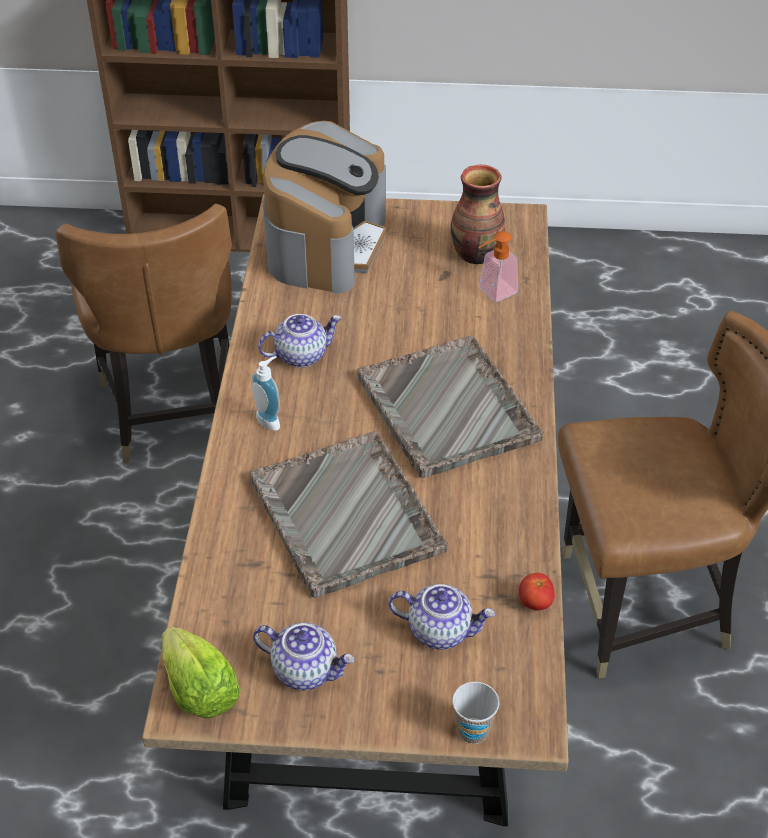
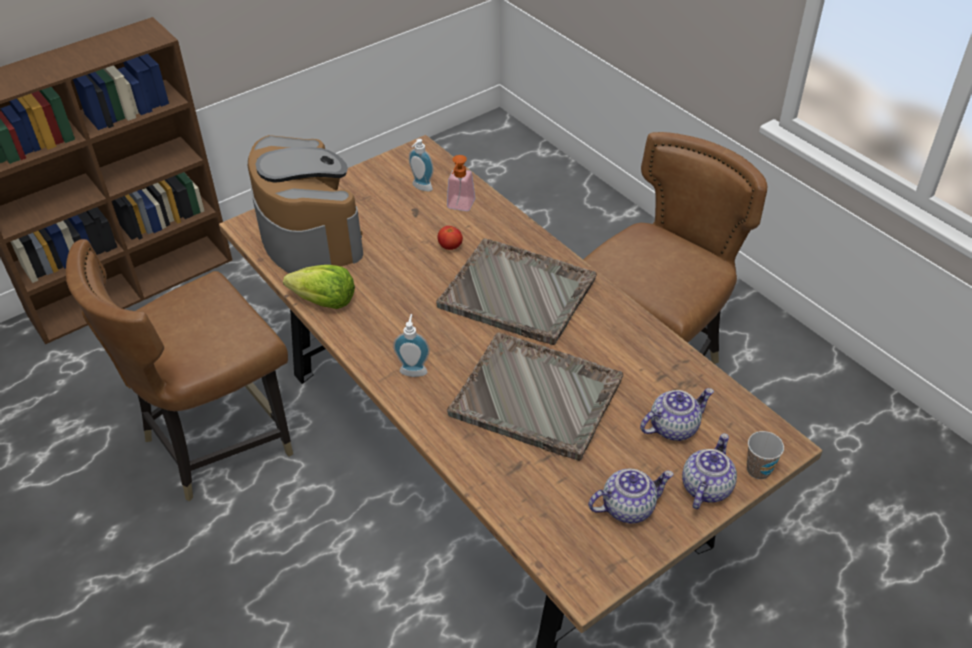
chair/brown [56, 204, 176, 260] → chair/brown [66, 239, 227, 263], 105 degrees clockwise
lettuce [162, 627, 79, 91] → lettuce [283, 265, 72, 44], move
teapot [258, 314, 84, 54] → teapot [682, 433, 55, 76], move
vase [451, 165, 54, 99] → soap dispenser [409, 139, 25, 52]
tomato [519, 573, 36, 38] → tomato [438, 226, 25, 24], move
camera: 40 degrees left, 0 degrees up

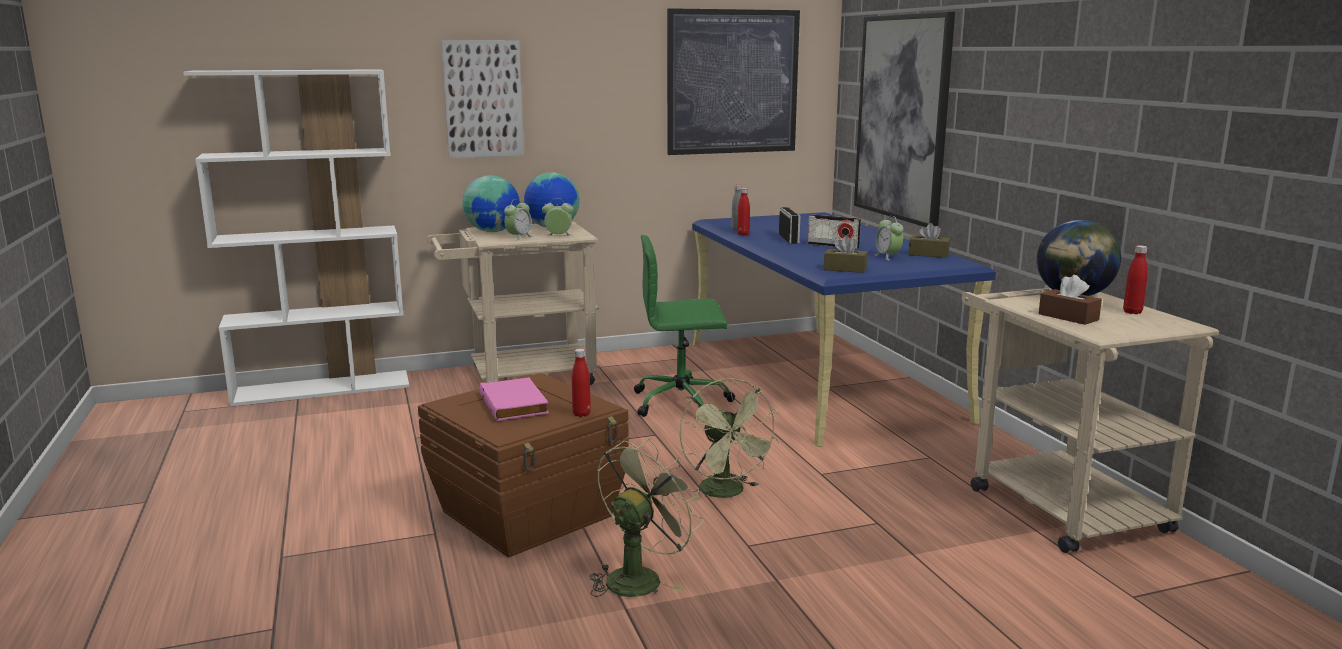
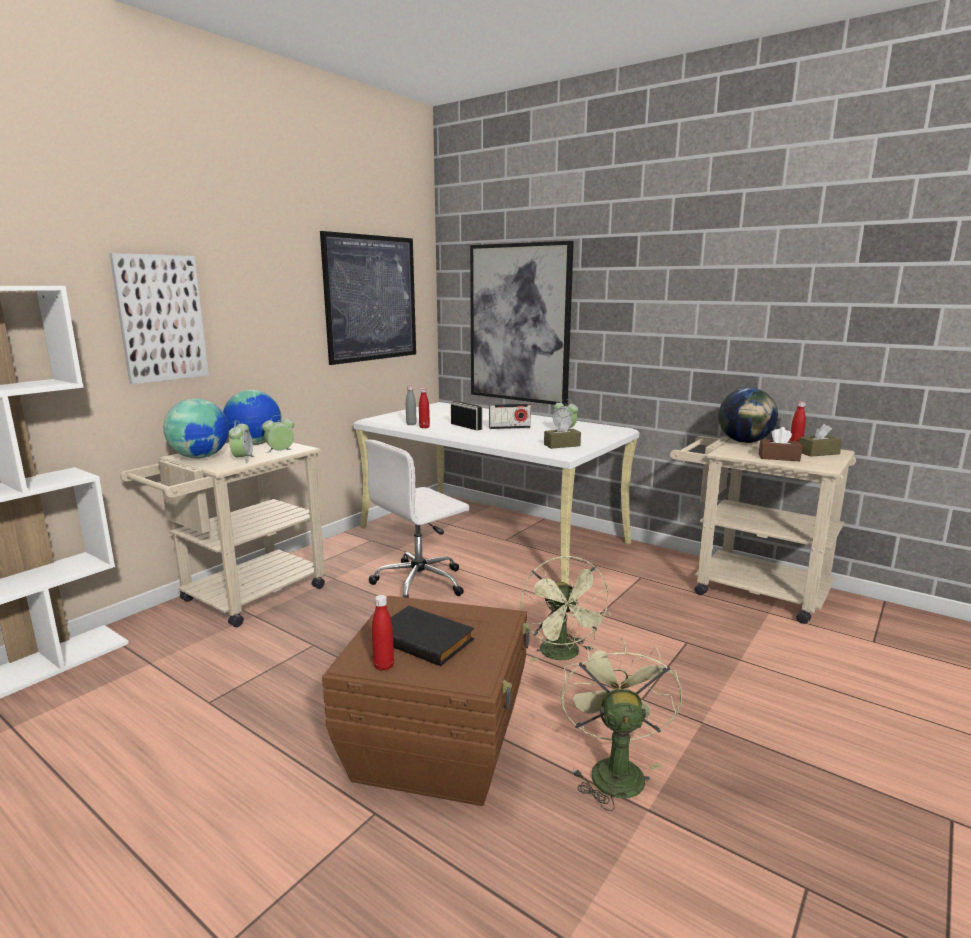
book/pink [479, 377, 70, 44] → book/black [390, 606, 84, 60]
bottle/red [572, 349, 19, 68] → bottle/red [372, 595, 22, 76], move
office chair/green [634, 235, 101, 182] → office chair/white [365, 439, 104, 159]
fan/green [679, 378, 100, 124] → fan/green [520, 556, 92, 106], 45 degrees clockwise
desk/blue [692, 212, 304, 235] → desk/white [353, 402, 286, 183]
tissue box/brown [908, 223, 42, 35] → tissue box/brown [799, 424, 43, 33], move
camera: 35 degrees left, 0 degrees up

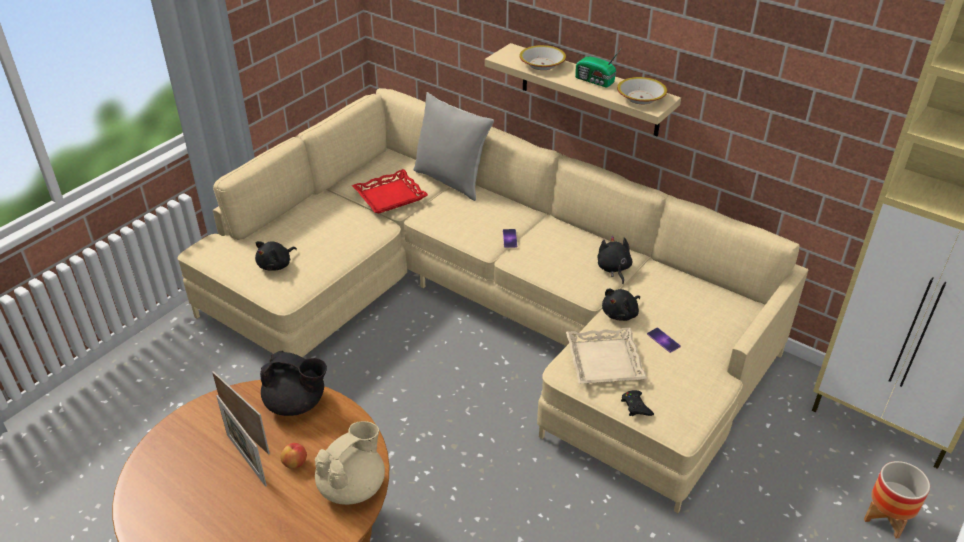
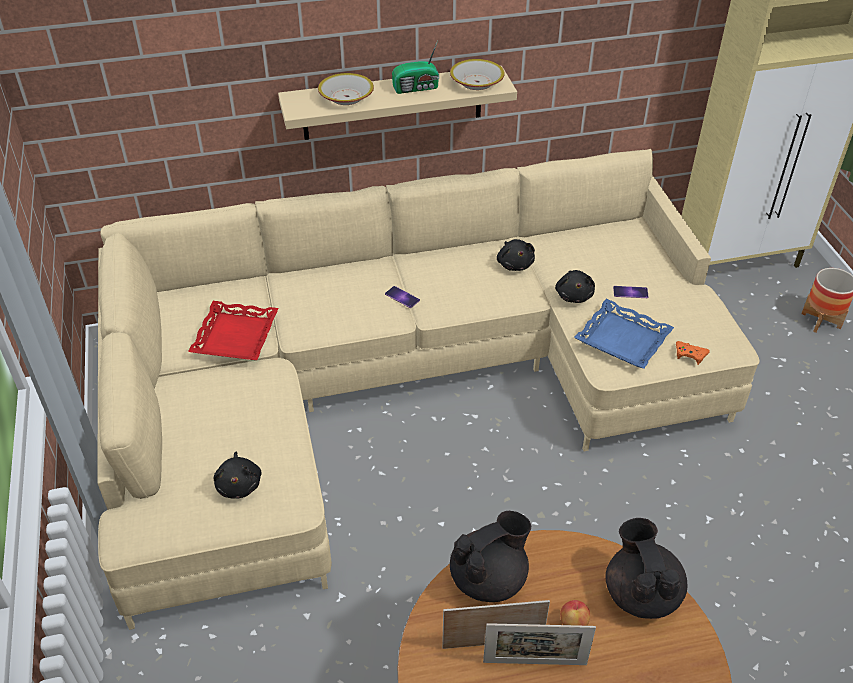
teapot/beige [315, 421, 70, 84] → teapot/black [605, 518, 82, 101]
pillow/grey [413, 92, 81, 109] → -
tray/beige [566, 327, 81, 57] → tray/blue [574, 299, 100, 70]
plush toy/black [598, 236, 34, 48] → plush toy/black [497, 239, 38, 32], 135 degrees counterclockwise
game controller/black [621, 390, 33, 26] → game controller/orange [676, 341, 34, 24]
camera: 50 degrees left, 5 degrees up

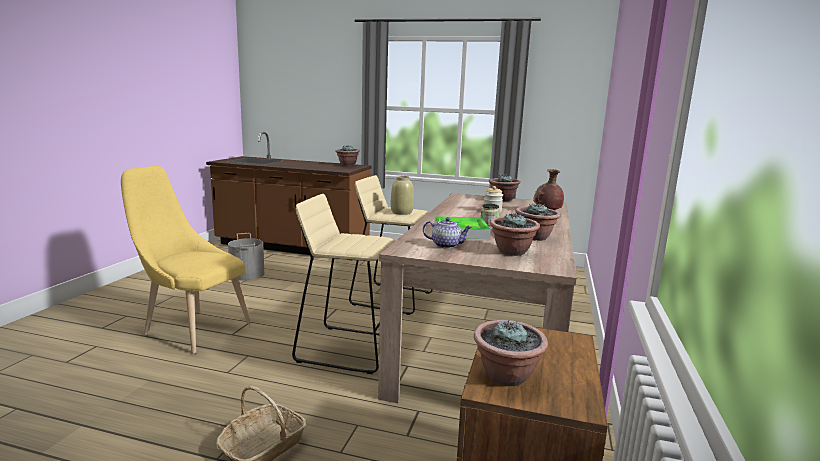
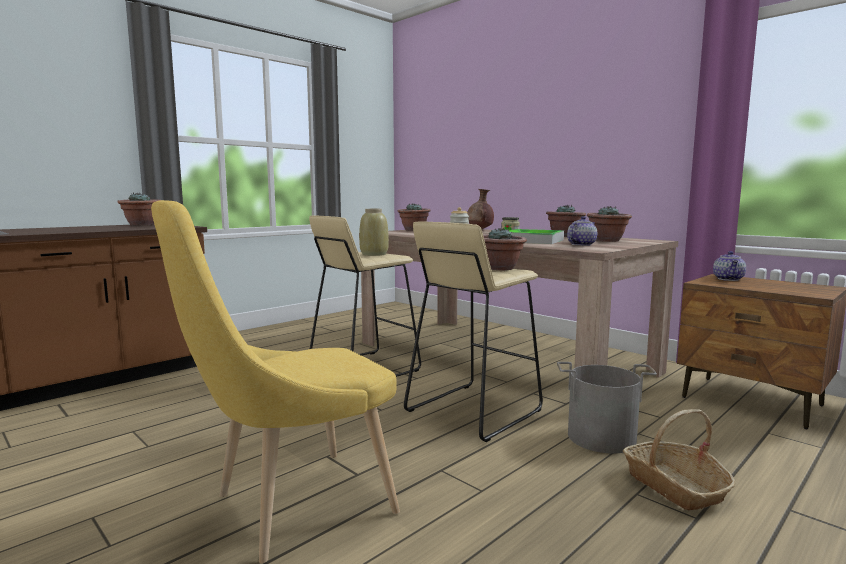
bucket/grey [228, 233, 36, 47] → bucket/grey [557, 362, 100, 92], move
potted plant [474, 320, 74, 66] → potted plant [483, 228, 44, 42], move
- → teapot [713, 251, 33, 30]
camera: 60 degrees left, 5 degrees down

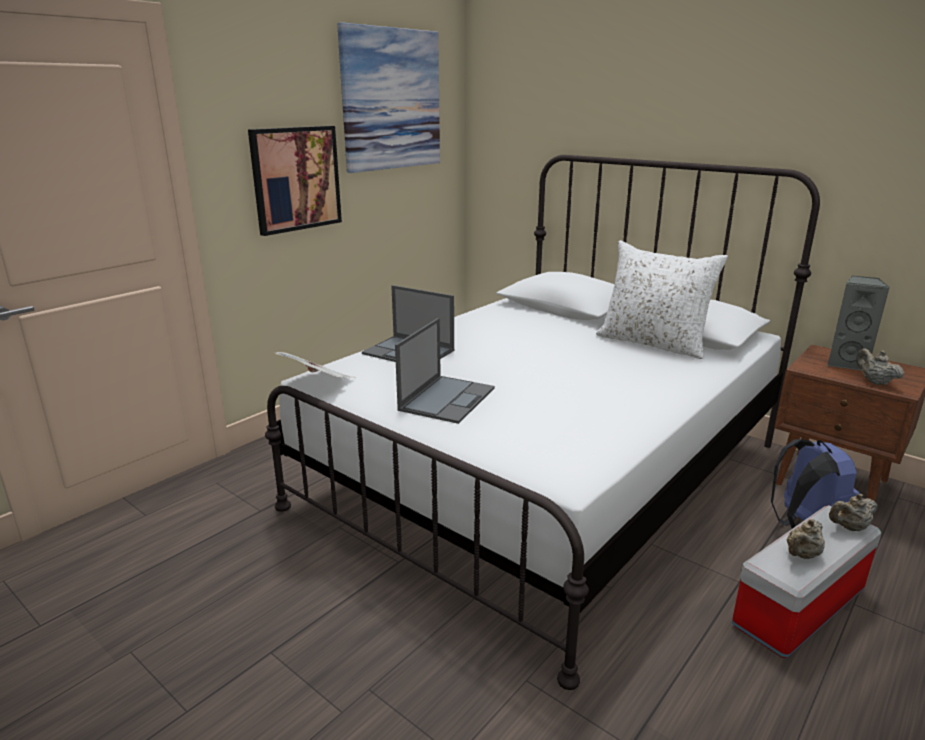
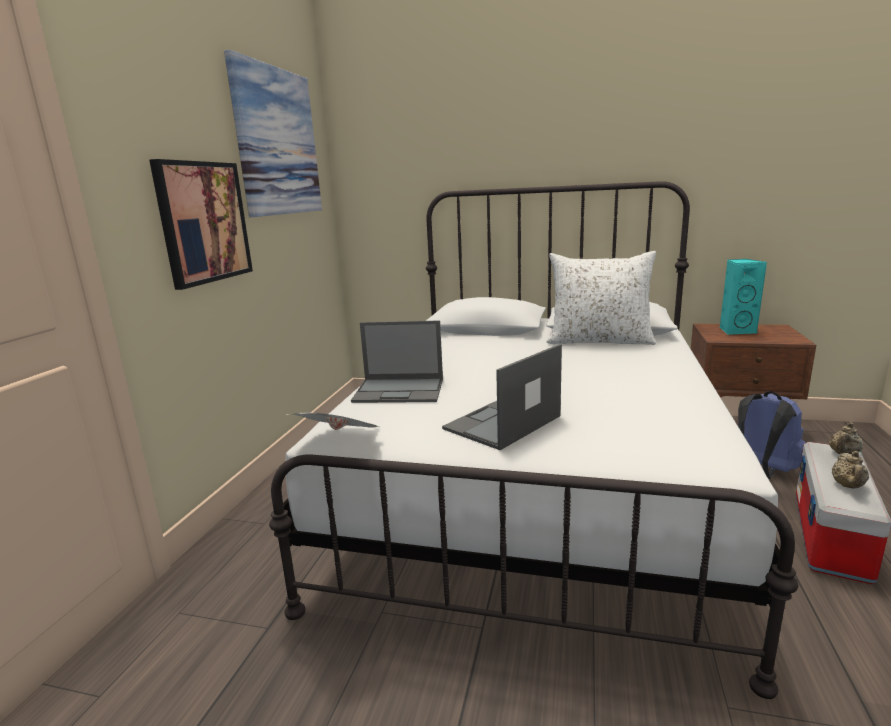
laptop [395, 318, 100, 106] → laptop [442, 344, 120, 106], 135 degrees counterclockwise
speaker/grey [827, 276, 63, 95] → speaker/turquoise [720, 259, 47, 76]
teapot/beige [856, 348, 48, 37] → -
camera: 25 degrees left, 5 degrees down

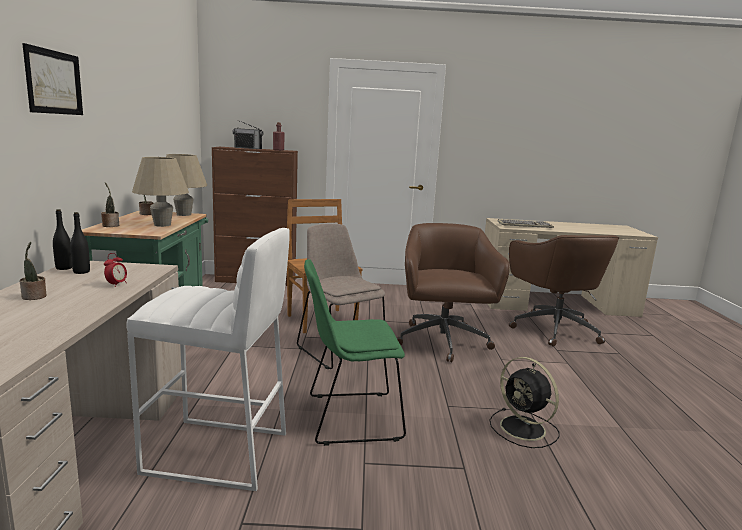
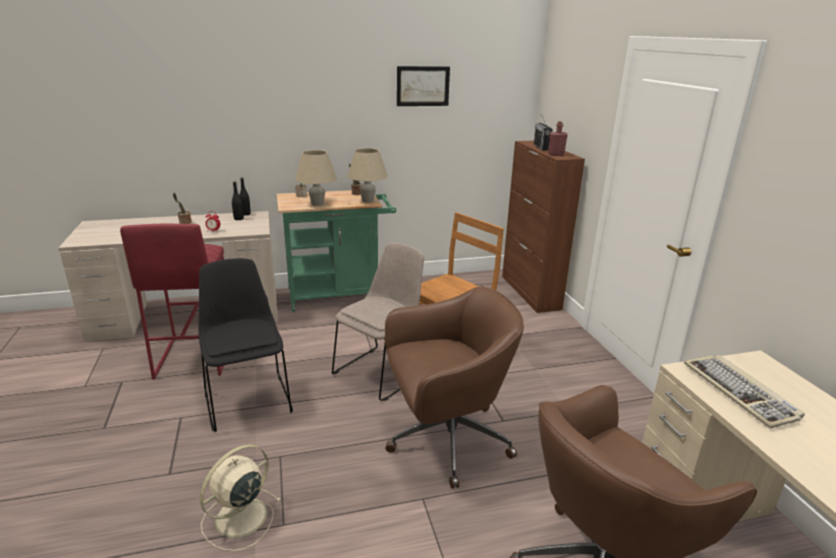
picture [22, 43, 61, 72] → picture [397, 66, 53, 40], move
stool/white [126, 228, 163, 263] → stool/red [120, 224, 104, 155]
chair/green [304, 259, 102, 187] → chair/black [198, 258, 95, 174]
fan/black [489, 357, 71, 91] → fan/beige [200, 445, 81, 106]
camera: 75 degrees right, 10 degrees up

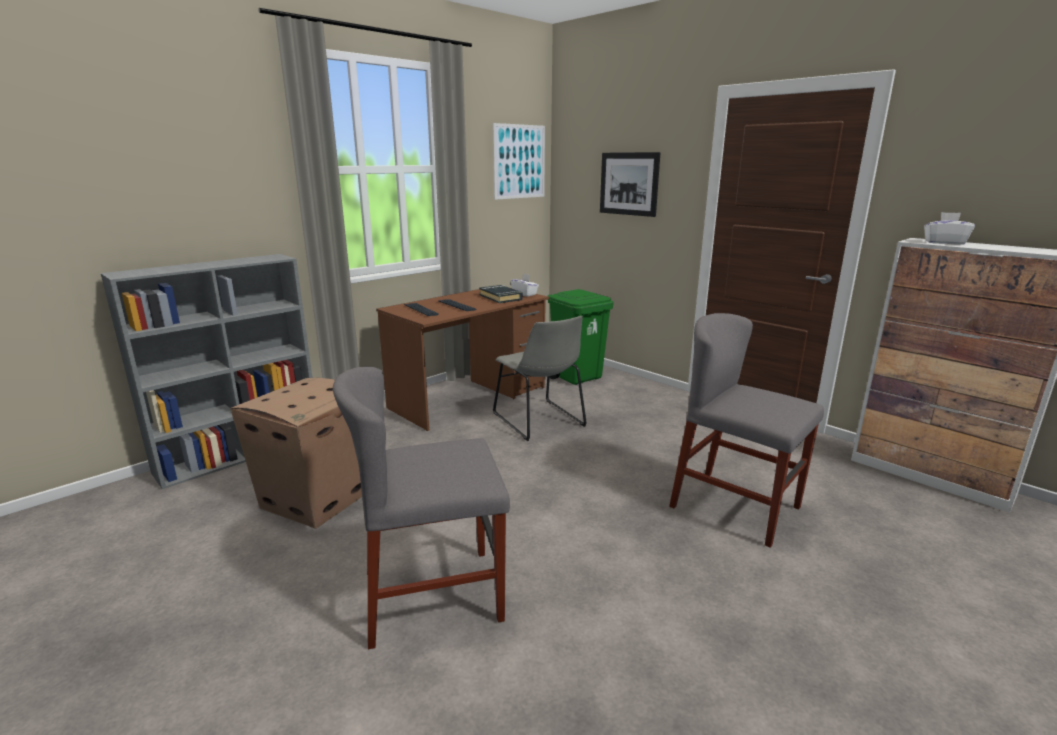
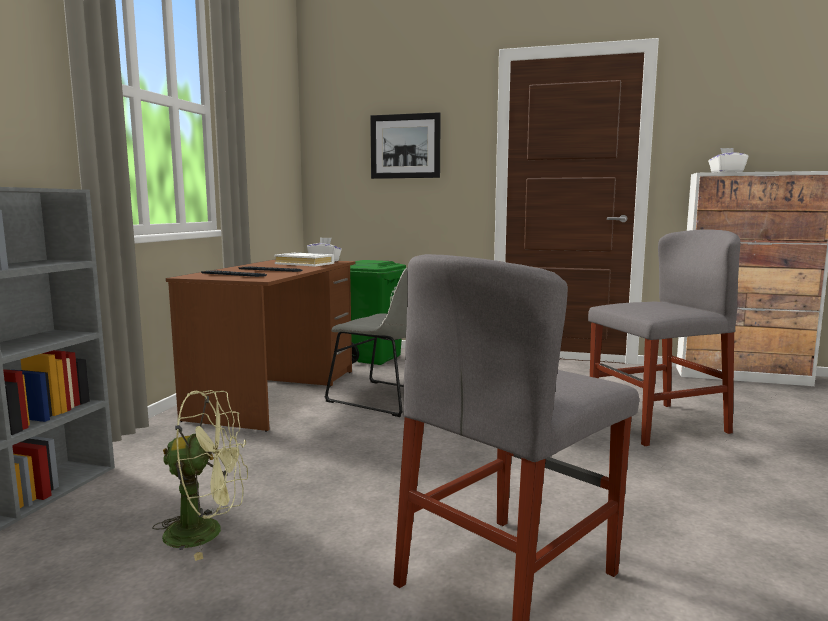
cardboard box [230, 378, 132, 151] → fan/green [152, 390, 96, 171]
book/black [479, 285, 44, 18] → book/white [274, 252, 60, 14]
picture [493, 123, 52, 77] → -
chair/grey [669, 313, 155, 235] → chair/grey [588, 229, 153, 217], 150 degrees clockwise
camera: 30 degrees left, 10 degrees down

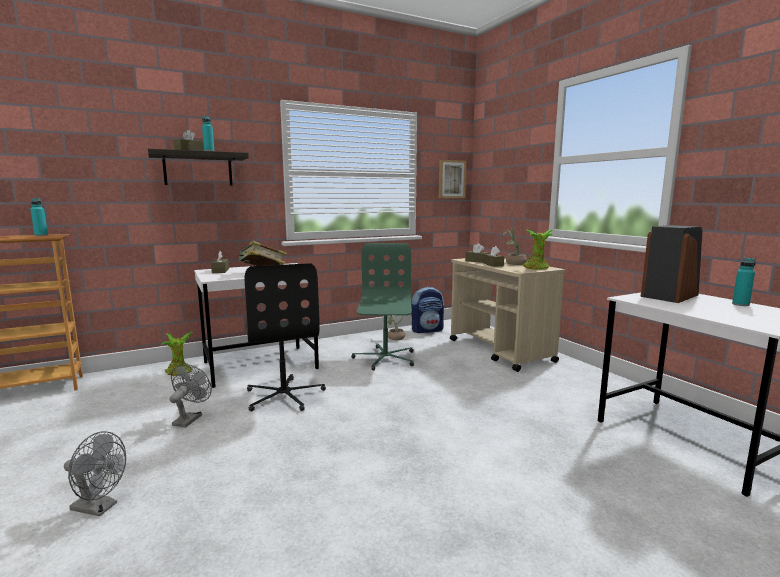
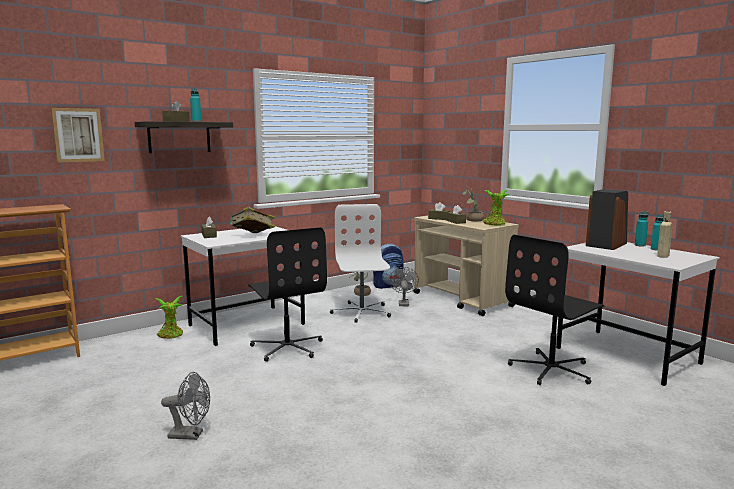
bottle/turquoise [30, 198, 18, 38] → bottle/turquoise [635, 212, 13, 34], move
fan/grey [169, 364, 43, 64] → fan/grey [390, 267, 29, 39], move
office chair/green [351, 243, 63, 127] → office chair/white [330, 204, 61, 119]
picture [439, 160, 27, 38] → picture [51, 108, 54, 54], move
- → office chair/black [505, 235, 100, 150]
- → bottle/beige [657, 211, 15, 47]
camera: 10 degrees left, 0 degrees up

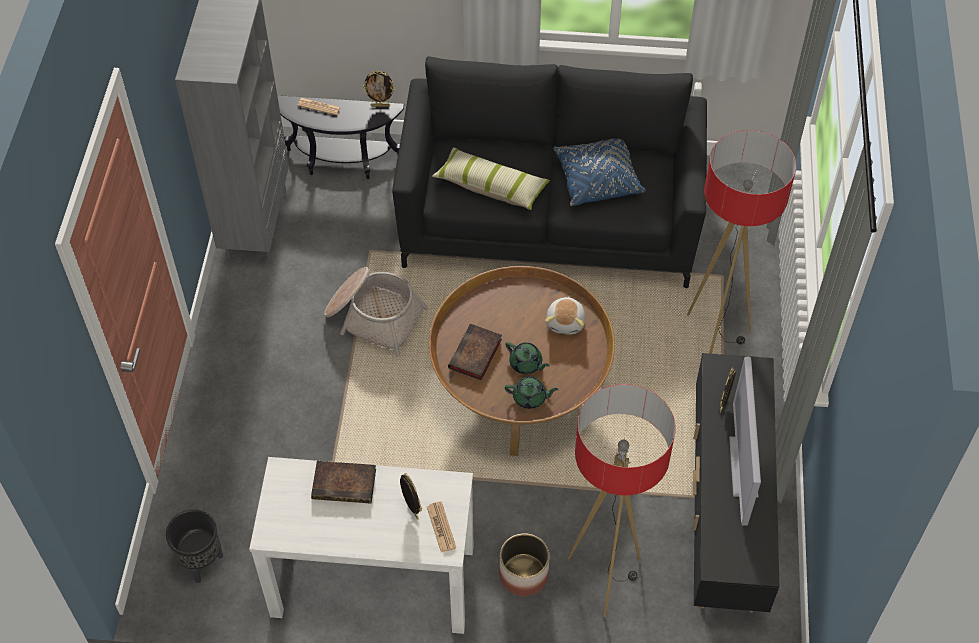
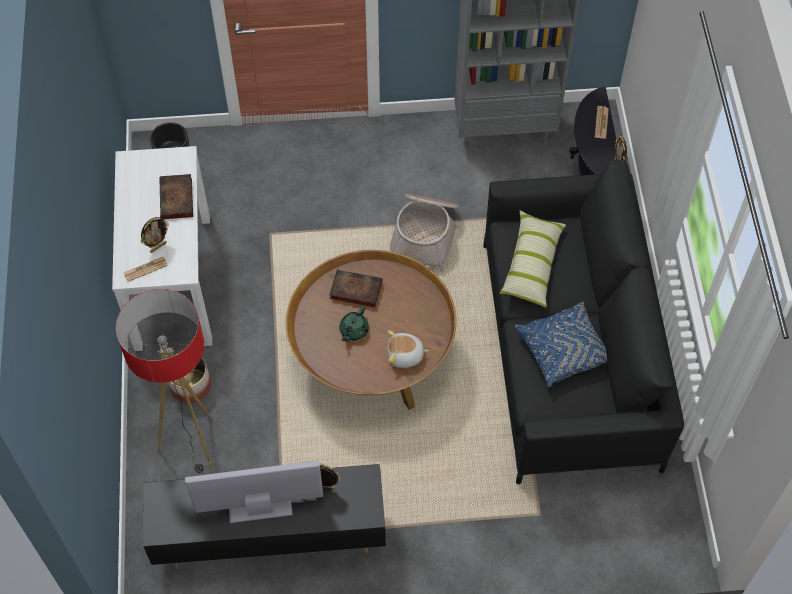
teapot/green [505, 376, 54, 33] → -
floor lamp [687, 130, 109, 224] → -
camera: 80 degrees right, 5 degrees up

